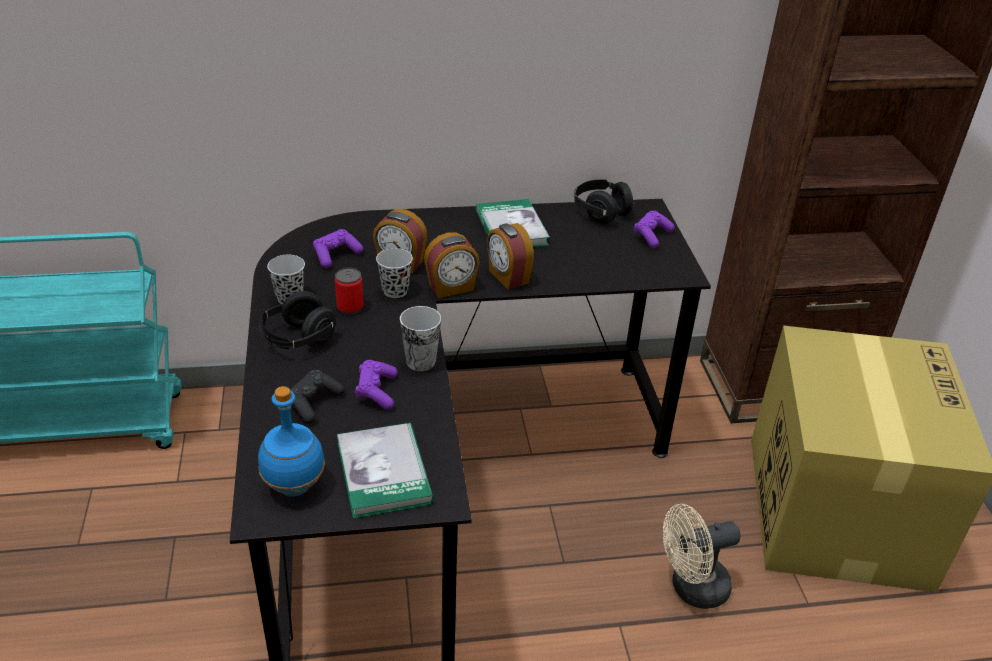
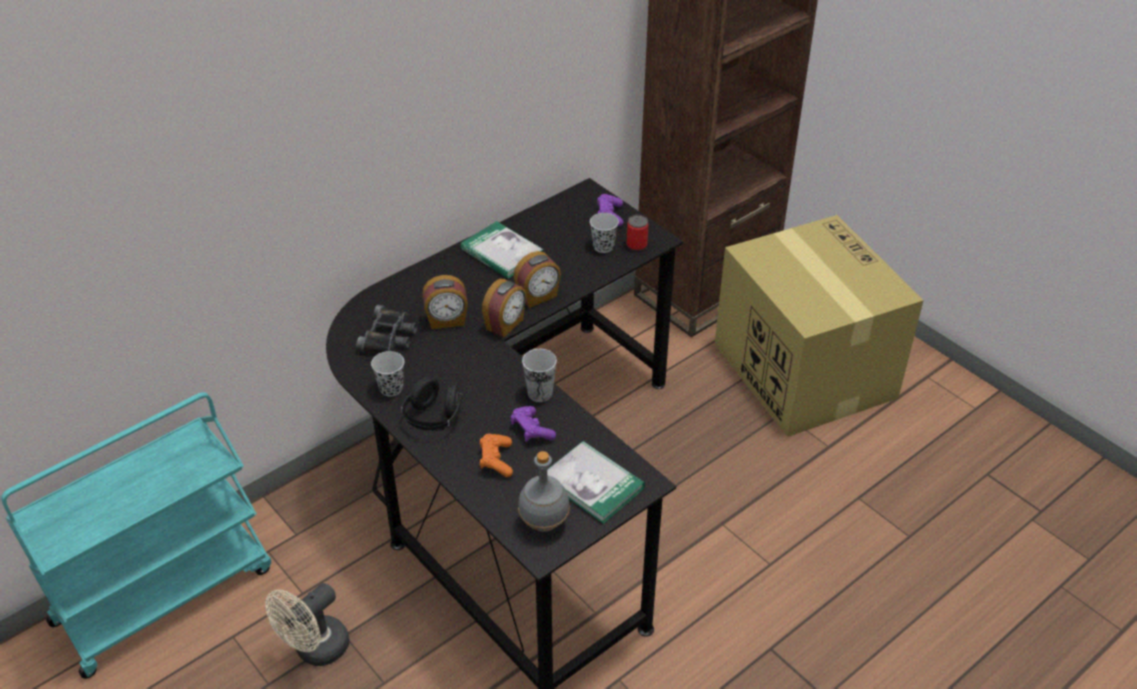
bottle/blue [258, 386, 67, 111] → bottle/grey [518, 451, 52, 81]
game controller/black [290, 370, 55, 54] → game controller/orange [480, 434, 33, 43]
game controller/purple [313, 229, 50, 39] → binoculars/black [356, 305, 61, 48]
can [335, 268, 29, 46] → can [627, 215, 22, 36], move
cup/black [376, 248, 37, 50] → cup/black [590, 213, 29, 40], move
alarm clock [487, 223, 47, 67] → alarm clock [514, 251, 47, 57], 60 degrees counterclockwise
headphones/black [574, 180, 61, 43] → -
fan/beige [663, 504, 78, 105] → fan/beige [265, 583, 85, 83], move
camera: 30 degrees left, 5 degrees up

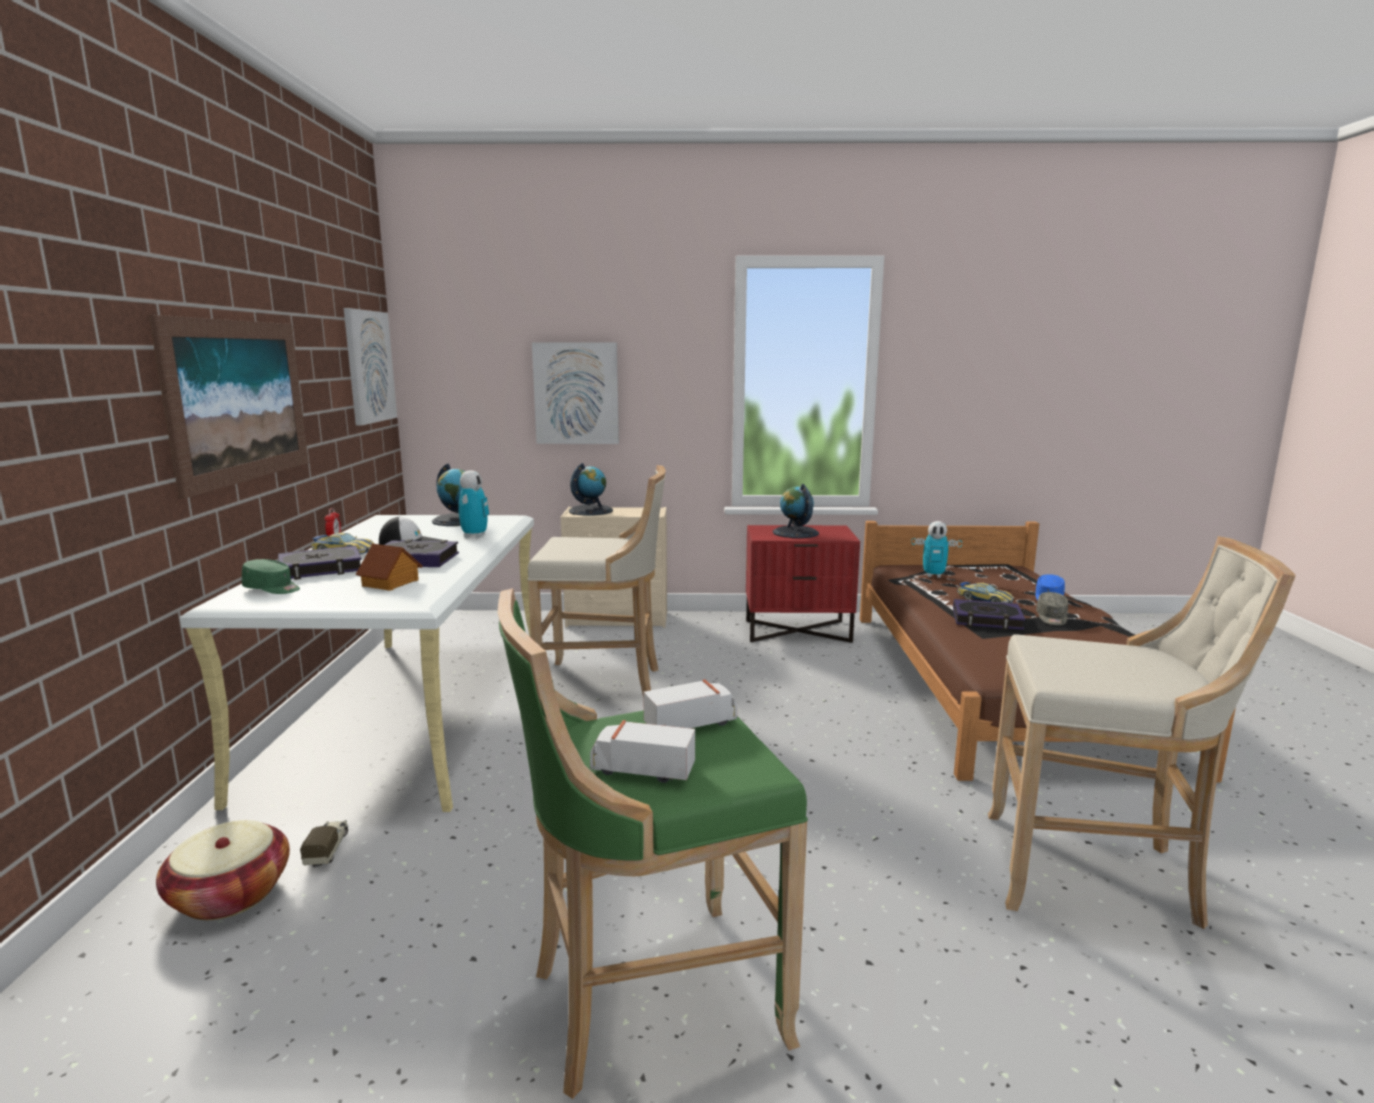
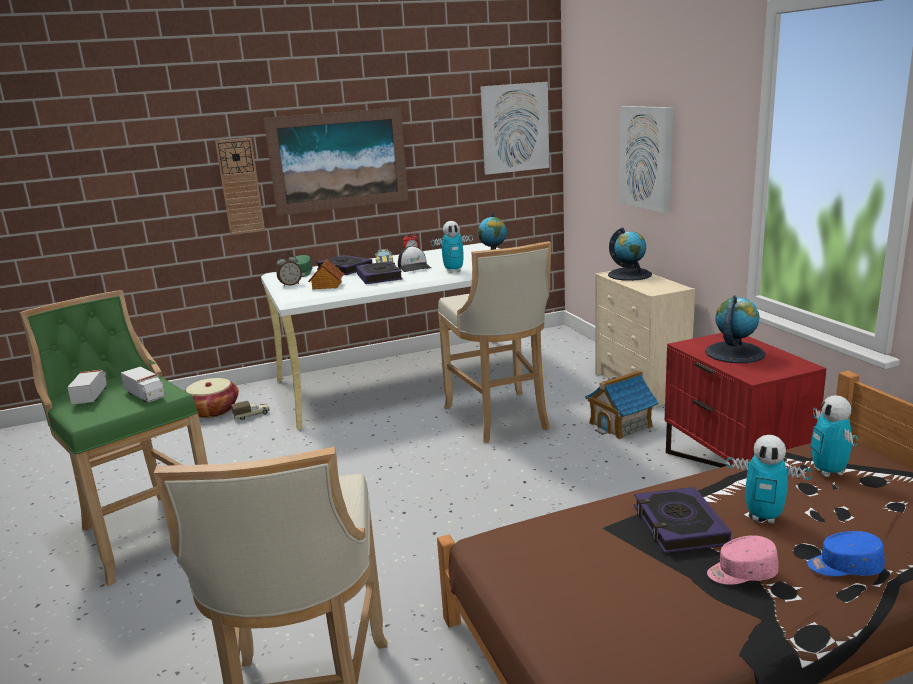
toy car [957, 582, 57, 21] → toy robot [727, 435, 85, 89]
cap/grey [1036, 592, 32, 33] → cap/pink [707, 535, 71, 50]
- → wall clock [215, 138, 50, 97]
- → alarm clock [277, 253, 25, 34]
- → toy house [585, 370, 74, 69]
camera: 70 degrees right, 5 degrees up

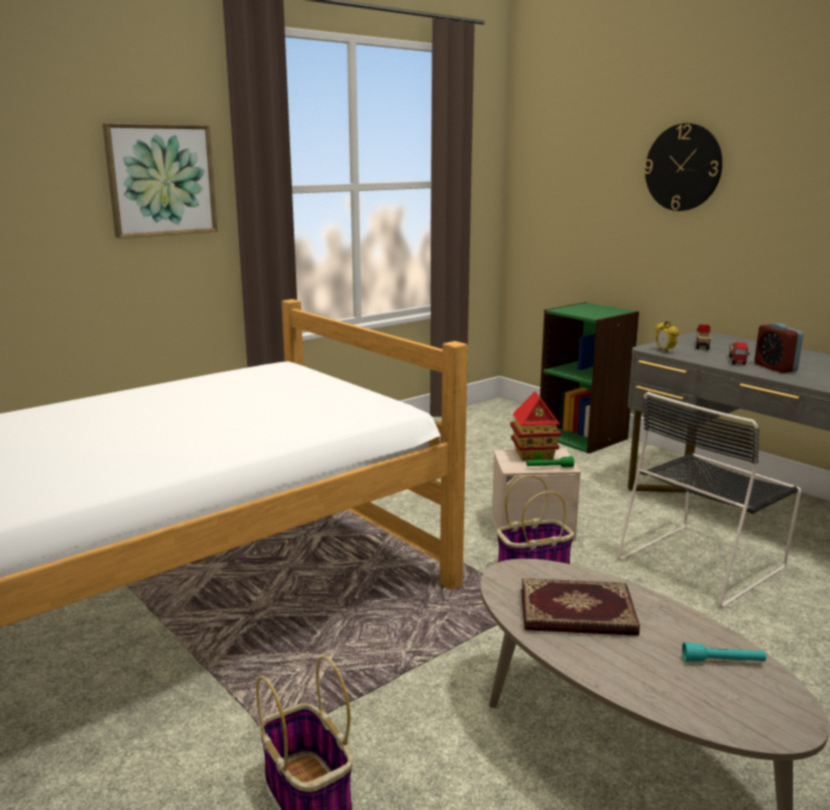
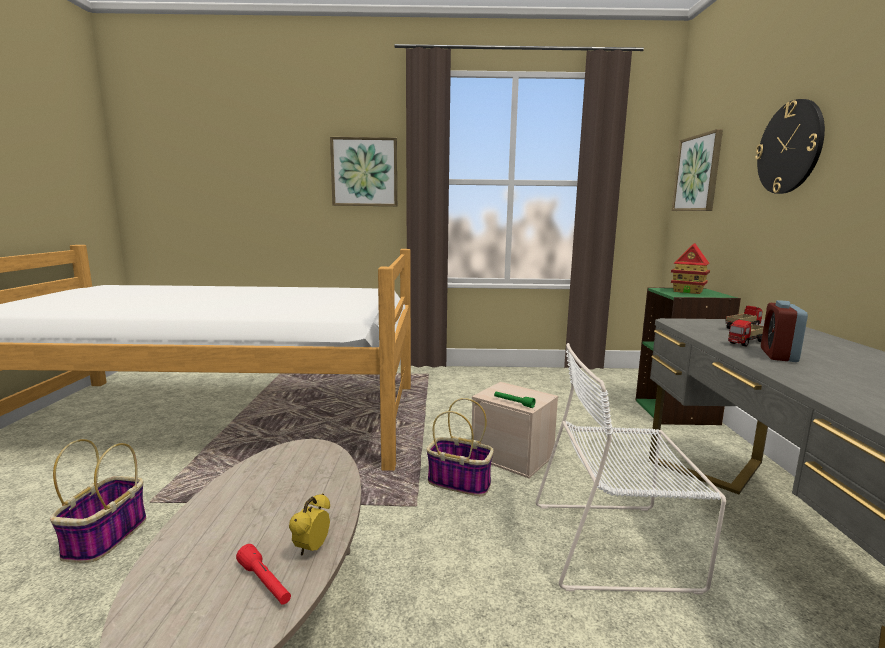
toy house [510, 391, 52, 70] → toy house [671, 243, 39, 51], move
book [521, 578, 119, 58] → -
chair/black [617, 392, 184, 216] → chair/white [535, 343, 191, 251]
alarm clock [656, 321, 23, 32] → alarm clock [289, 494, 41, 62], move
flashlight/turquoise [682, 642, 84, 20] → flashlight/red [236, 544, 55, 61]
- → picture [672, 129, 51, 82]
camera: 40 degrees right, 5 degrees down

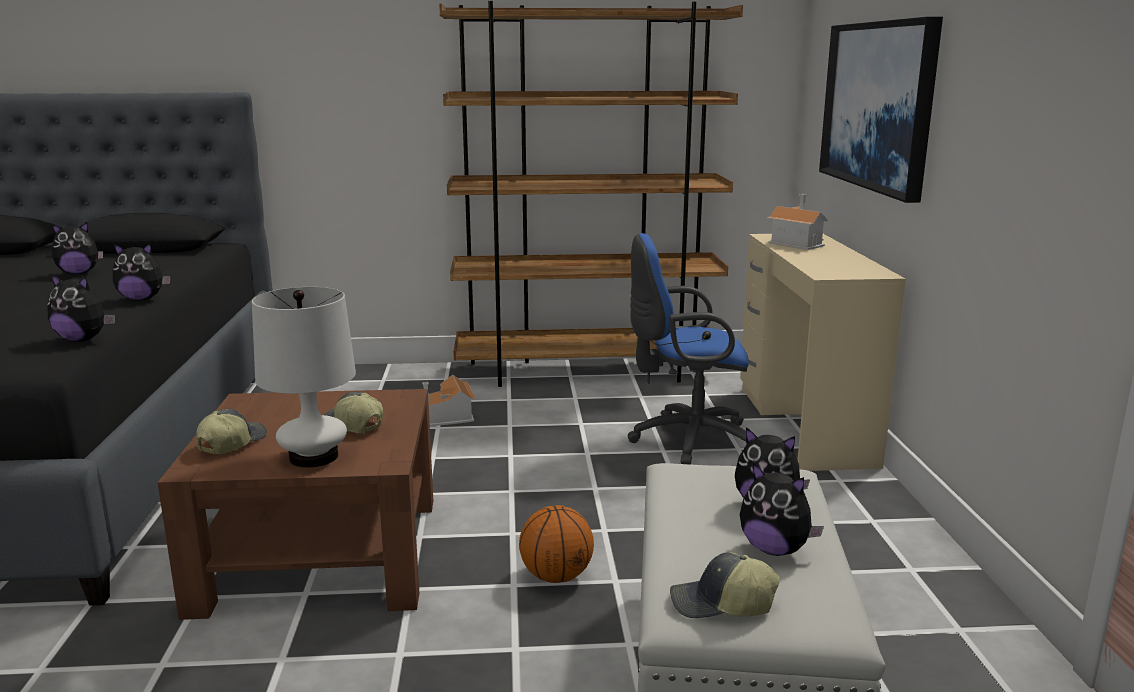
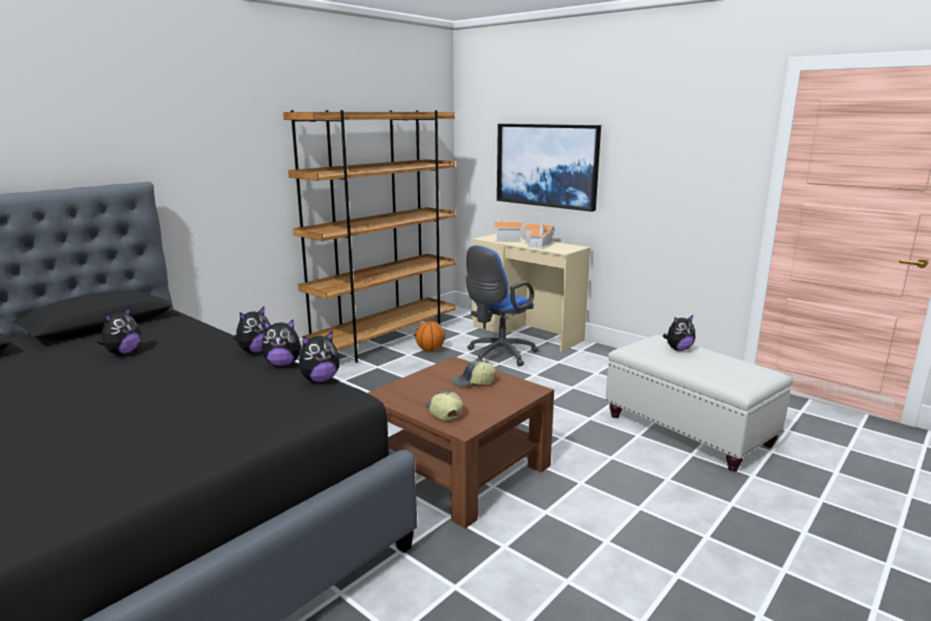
table lamp/white [252, 287, 104, 181] → -
toy house [422, 375, 54, 51] → toy house [524, 222, 32, 27], move
basketball [519, 505, 75, 78] → basketball [415, 321, 30, 31], move
cap [670, 552, 110, 66] → -
plush toy [740, 462, 84, 94] → plush toy [262, 320, 41, 46], move
camera: 45 degrees left, 0 degrees up

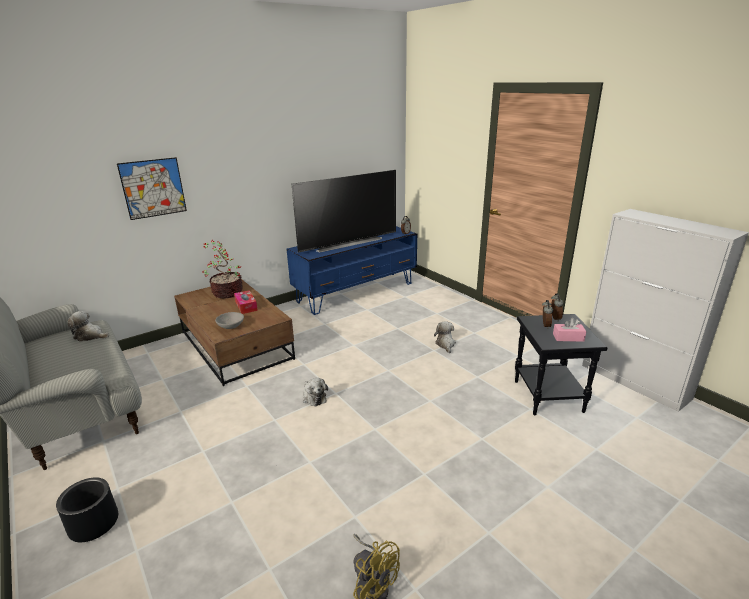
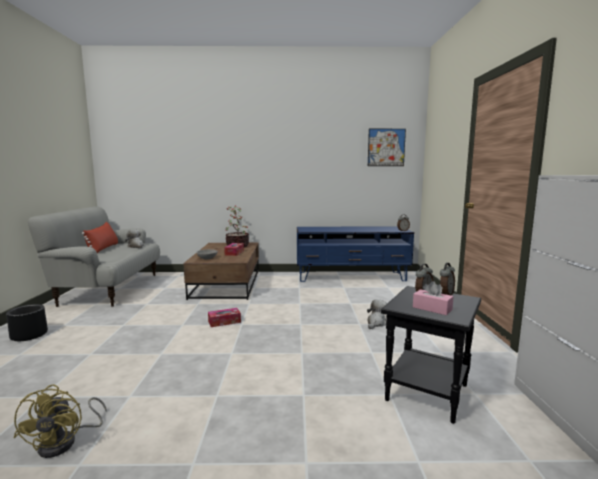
picture [117, 157, 70, 63] → picture [368, 129, 38, 37], move
television [292, 170, 104, 83] → -
plush toy [303, 378, 25, 28] → tissue box [208, 308, 33, 19]
- → pillow/red [82, 222, 36, 31]
camera: 35 degrees right, 15 degrees down

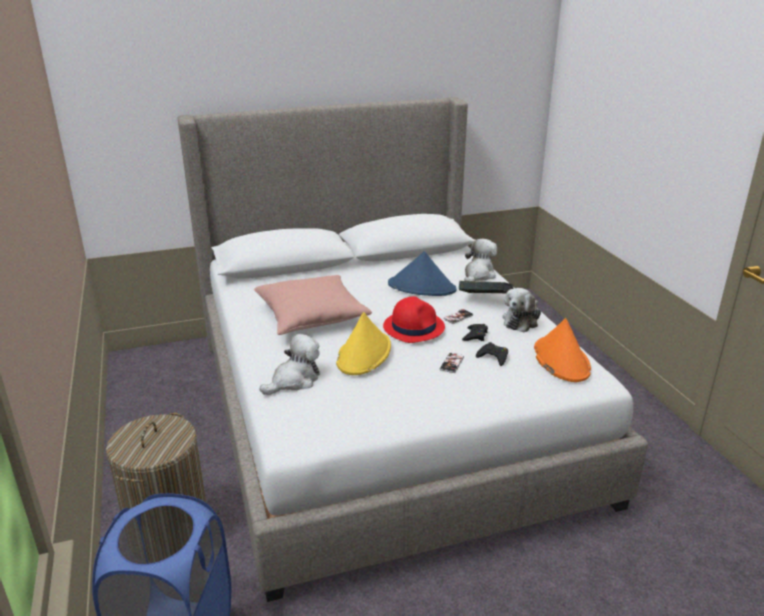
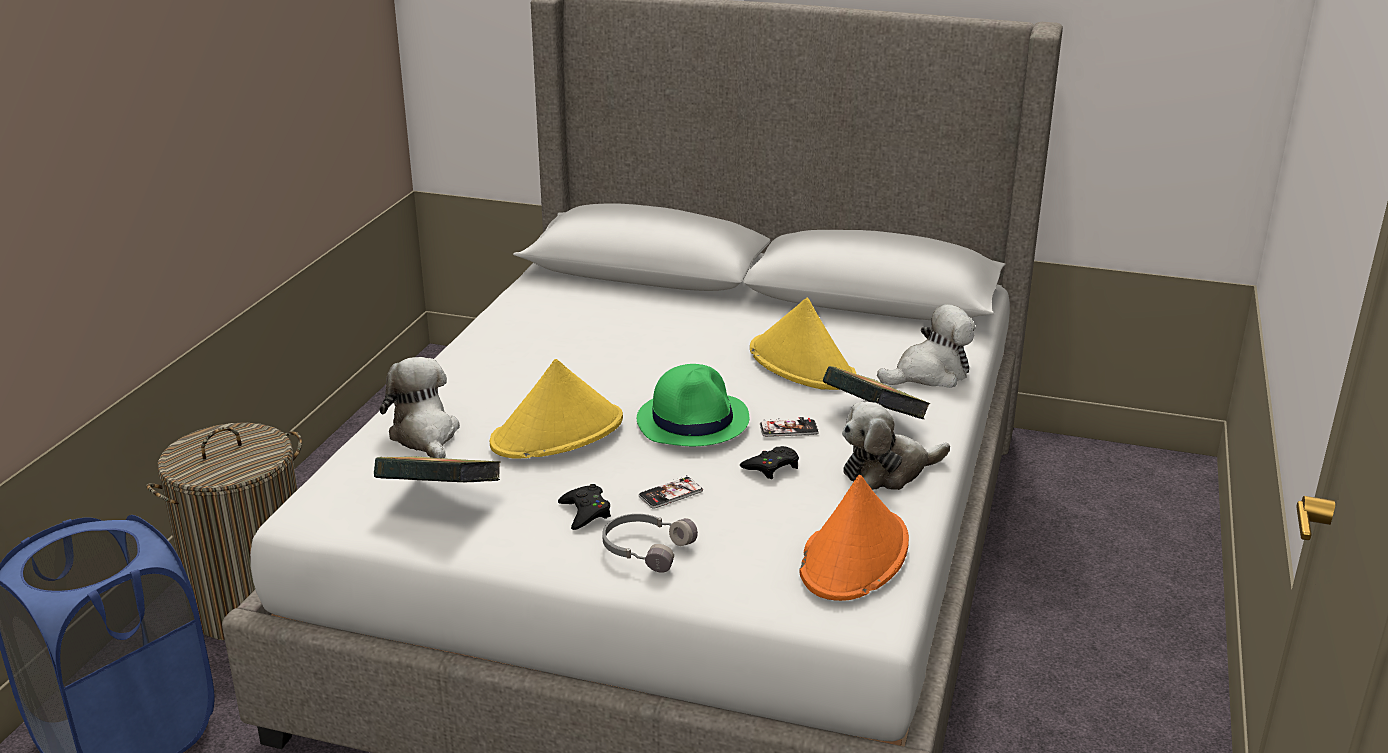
pillow/pink [254, 275, 118, 60] → -
plush toy [260, 334, 60, 61] → plush toy [380, 357, 80, 101], 105 degrees counterclockwise
hat/red [383, 296, 62, 47] → hat/green [637, 364, 112, 82]
hat/blue [388, 251, 69, 45] → hat/yellow [750, 298, 106, 92]
game controller/black [476, 342, 32, 24] → game controller/black [558, 484, 53, 46], move
- → book [374, 456, 126, 27]
- → headphones/grey [602, 514, 96, 59]
camera: 35 degrees right, 0 degrees up

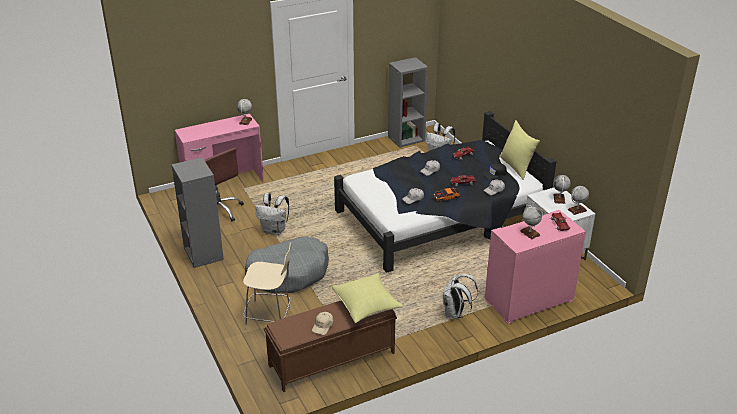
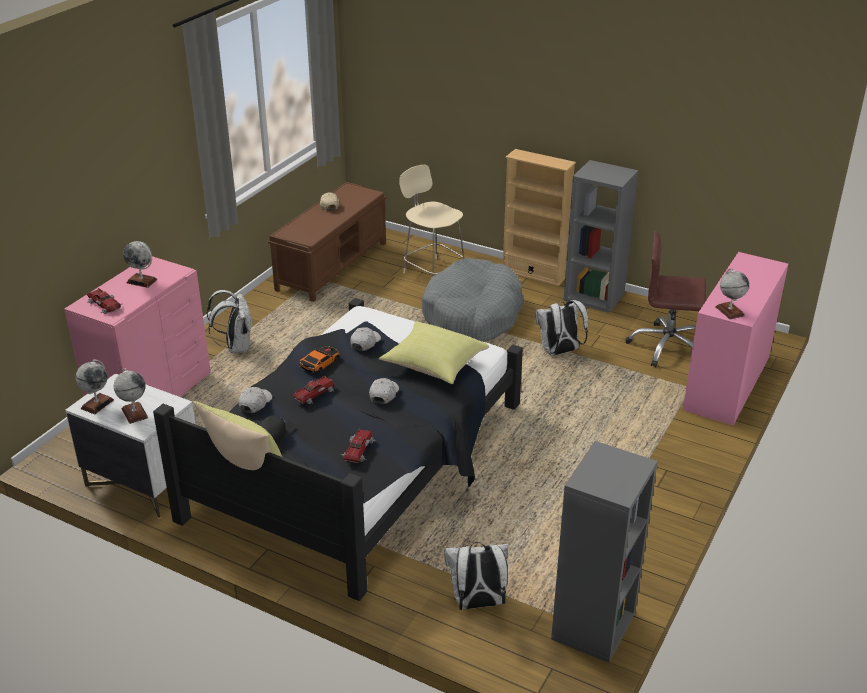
chair/beige [243, 243, 49, 86] → chair/beige [399, 165, 66, 111], 75 degrees clockwise
pillow/yellow [332, 273, 72, 50] → pillow/yellow [379, 321, 110, 63], move
- → bookcase/beige [503, 149, 73, 137]
camera: 145 degrees right, 0 degrees up

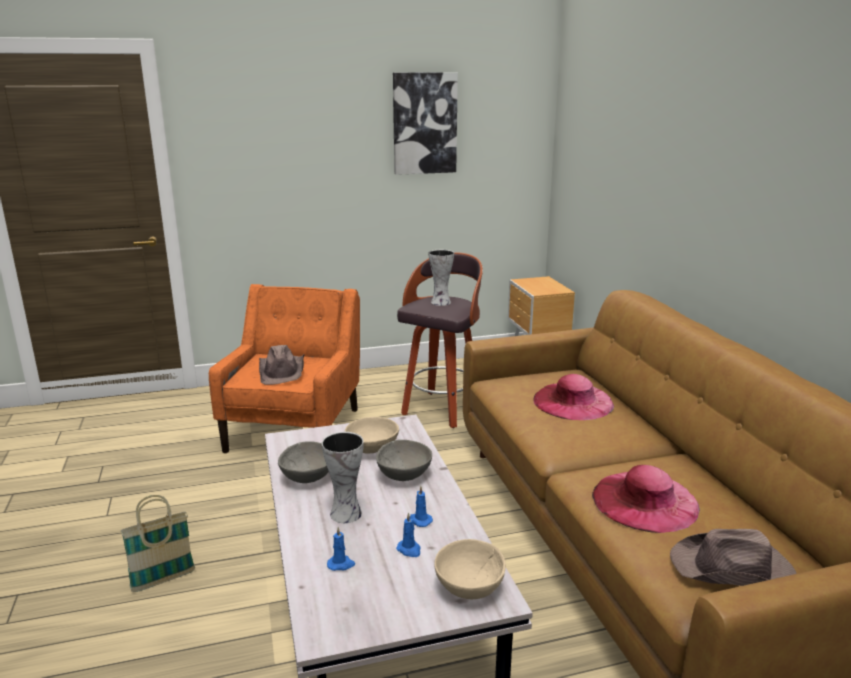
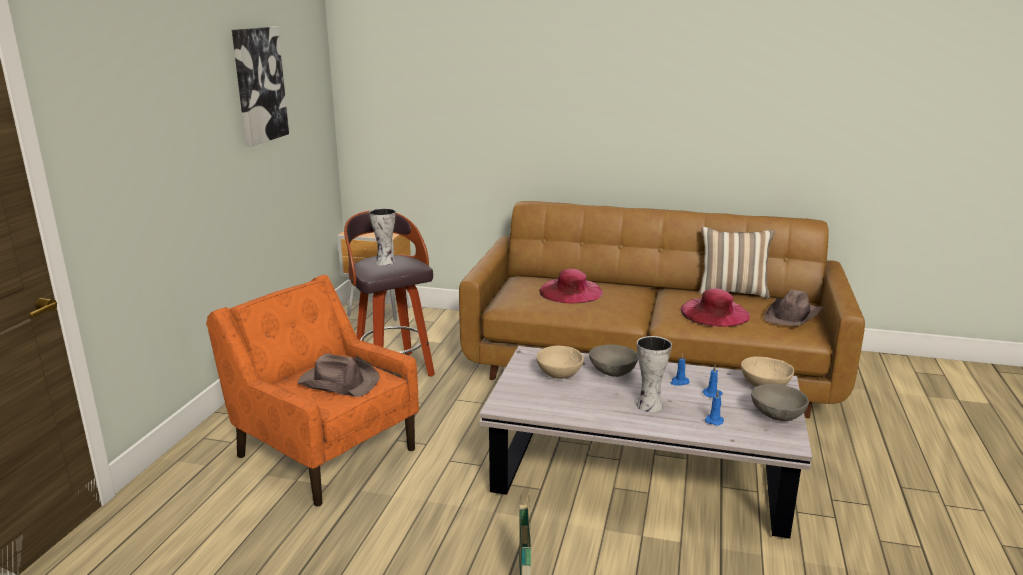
bowl/grey [278, 442, 51, 41] → bowl/grey [751, 384, 58, 37], move
- → pillow [699, 226, 76, 73]
camera: 60 degrees left, 0 degrees up

